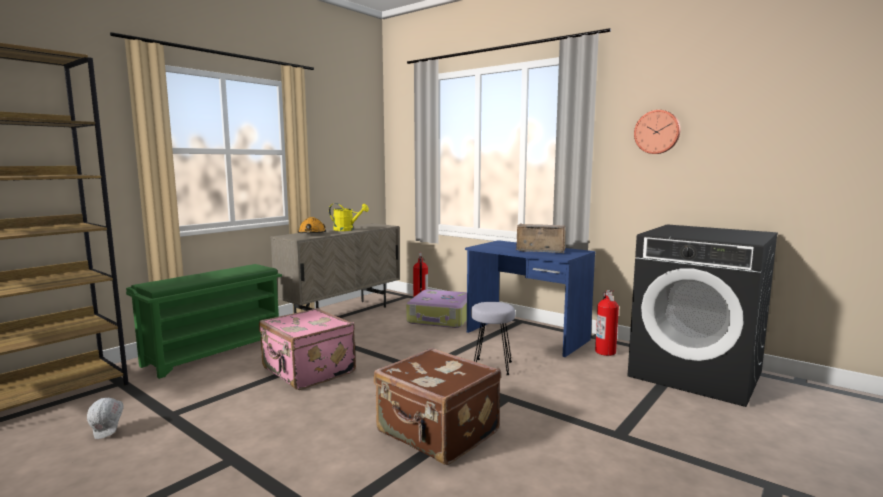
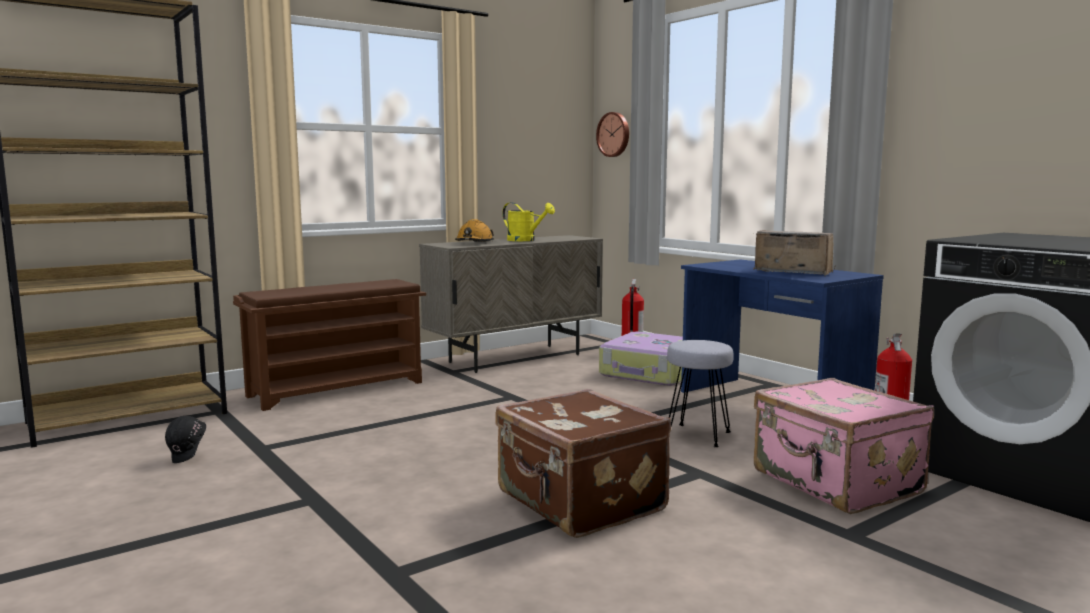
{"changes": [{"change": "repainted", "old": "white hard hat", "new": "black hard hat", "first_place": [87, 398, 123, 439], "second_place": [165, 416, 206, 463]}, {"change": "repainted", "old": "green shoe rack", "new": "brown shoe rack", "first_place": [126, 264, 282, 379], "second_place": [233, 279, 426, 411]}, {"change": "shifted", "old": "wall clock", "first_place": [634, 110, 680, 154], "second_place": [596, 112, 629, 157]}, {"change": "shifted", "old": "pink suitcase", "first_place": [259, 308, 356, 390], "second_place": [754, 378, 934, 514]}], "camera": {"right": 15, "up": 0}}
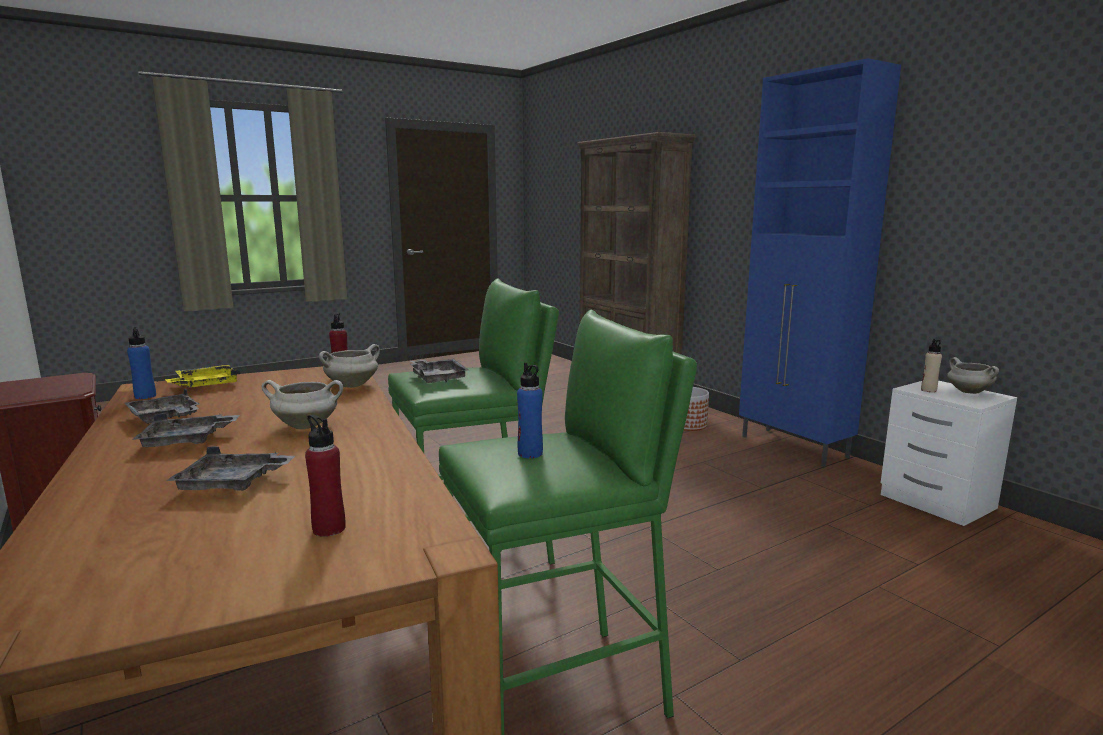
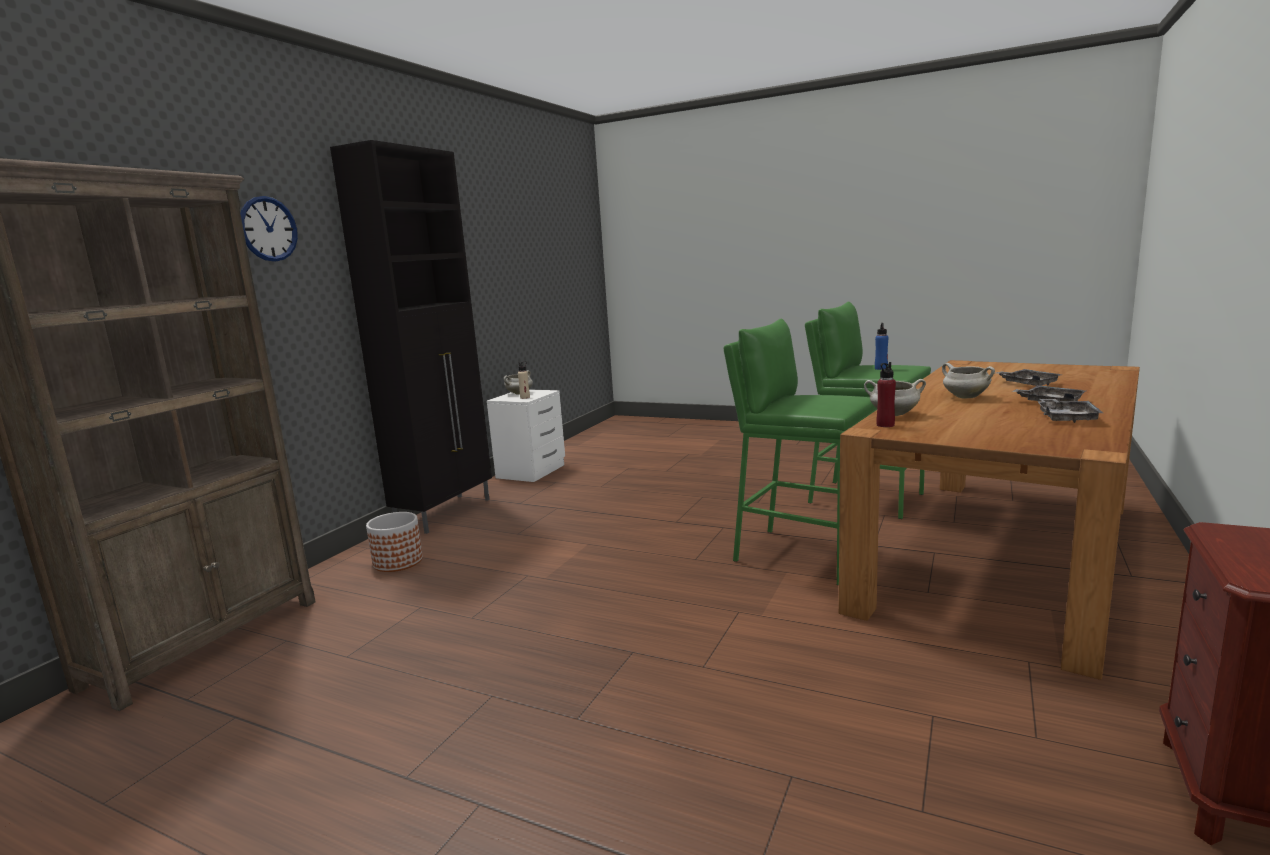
{"changes": [{"change": "new", "new": "wall clock", "second_place": [240, 196, 298, 262]}, {"change": "repainted", "old": "blue cabinet", "new": "black cabinet", "first_place": [739, 58, 901, 467], "second_place": [330, 140, 492, 534]}, {"change": "gone", "old": "blue bottle", "first_place": [127, 327, 156, 399]}, {"change": "gone", "old": "yellow tray", "first_place": [165, 365, 240, 387]}, {"change": "gone", "old": "red bottle", "first_place": [305, 415, 345, 537]}, {"change": "gone", "old": "grey tray", "first_place": [410, 359, 469, 383]}], "camera": {"right": -120, "up": 0}}
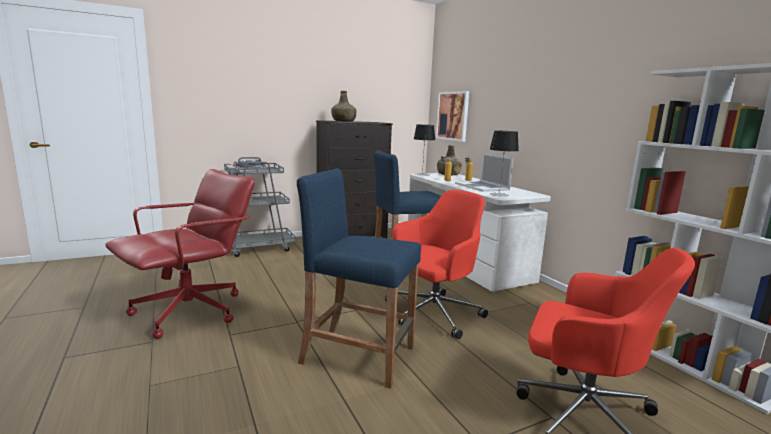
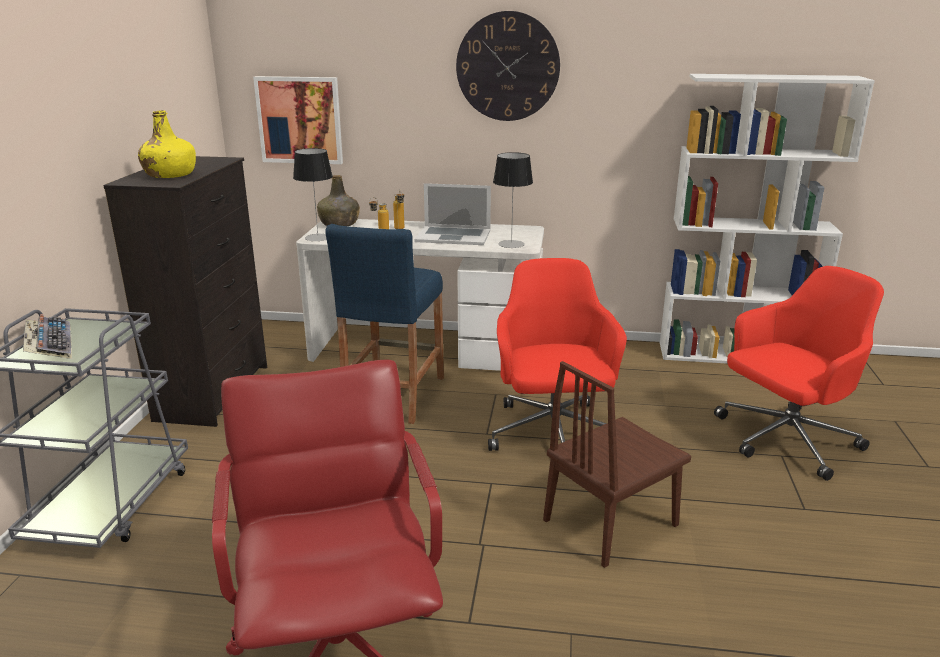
{"changes": [{"change": "repainted", "old": "green bottle", "new": "yellow bottle", "first_place": [331, 91, 356, 121], "second_place": [138, 110, 196, 178]}, {"change": "new", "new": "wall clock", "second_place": [456, 11, 560, 121]}, {"change": "swapped", "old": "blue stool", "new": "brown chair", "first_place": [297, 168, 421, 389], "second_place": [543, 361, 691, 568]}], "camera": {"right": -55, "up": 10}}
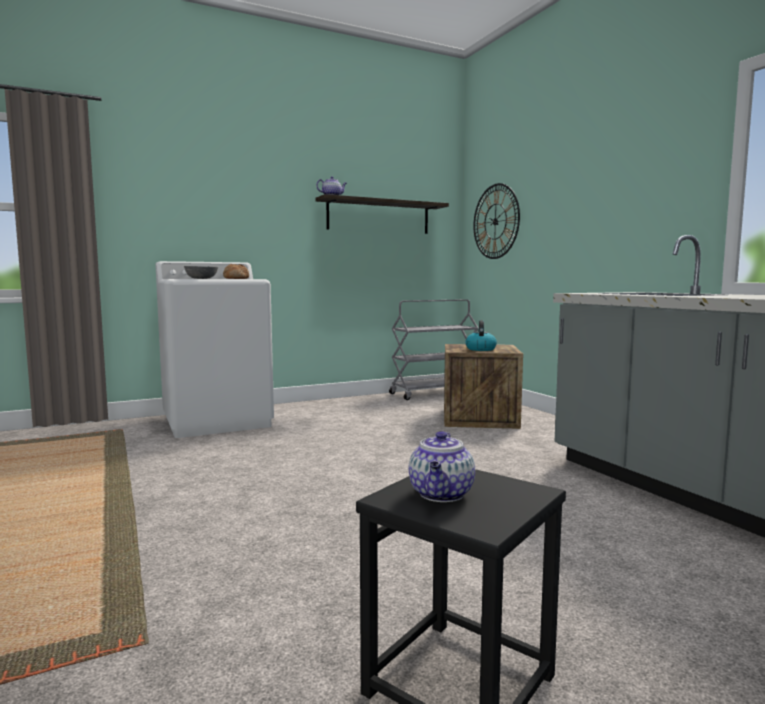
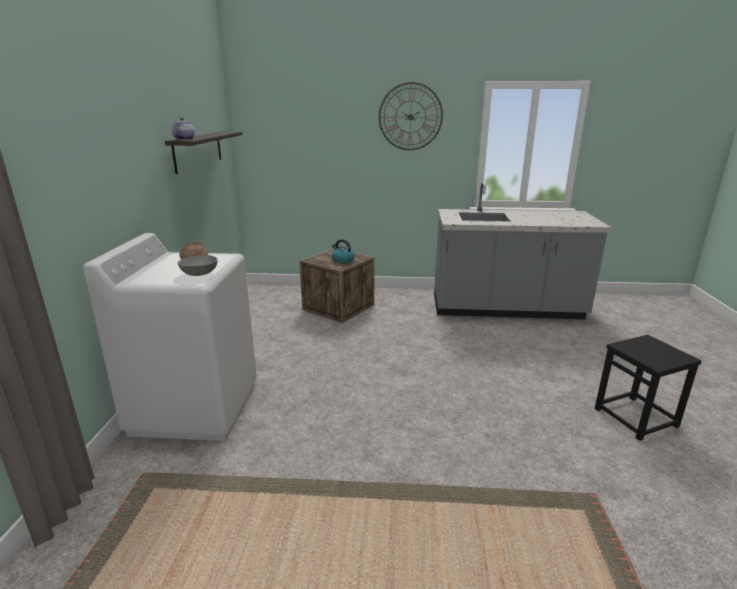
{"changes": [{"change": "shifted", "old": "wall clock", "first_place": [473, 183, 520, 259], "second_place": [379, 82, 443, 150]}, {"change": "gone", "old": "grey cart", "first_place": [389, 299, 479, 400]}, {"change": "gone", "old": "teapot", "first_place": [409, 431, 475, 502]}], "camera": {"right": -60, "up": 15}}
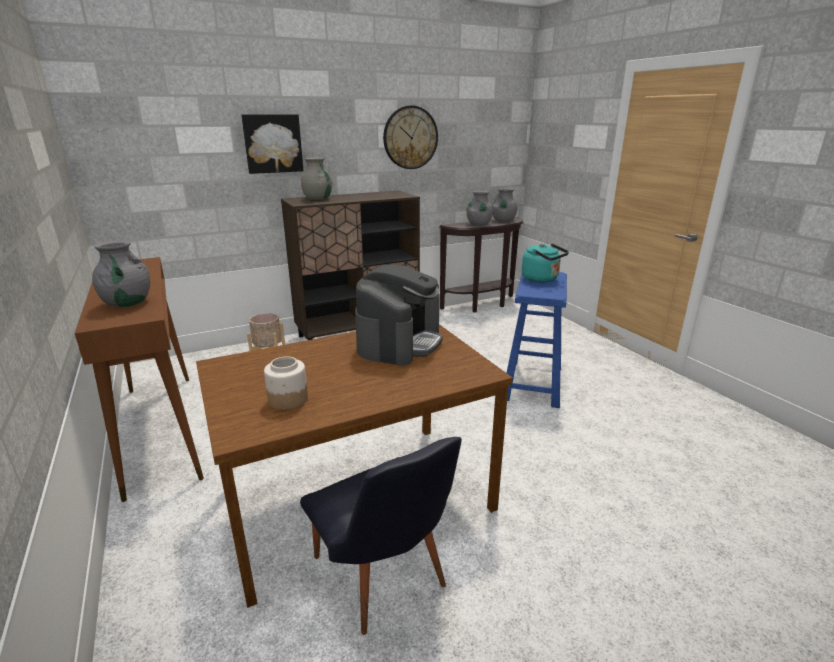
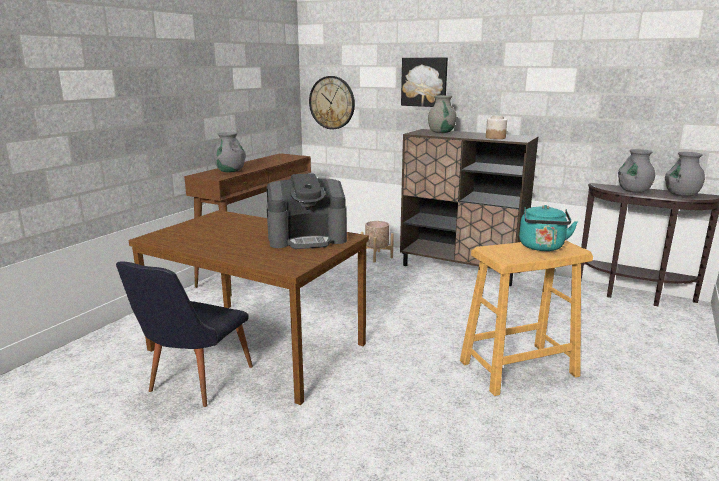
{"changes": [{"change": "shifted", "old": "wall clock", "first_place": [383, 105, 438, 169], "second_place": [309, 76, 355, 130]}, {"change": "repainted", "old": "blue stool", "new": "beige stool", "first_place": [507, 272, 567, 408], "second_place": [460, 240, 593, 396]}, {"change": "shifted", "old": "jar", "first_place": [264, 356, 308, 410], "second_place": [486, 116, 507, 139]}], "camera": {"right": 55, "up": -5}}
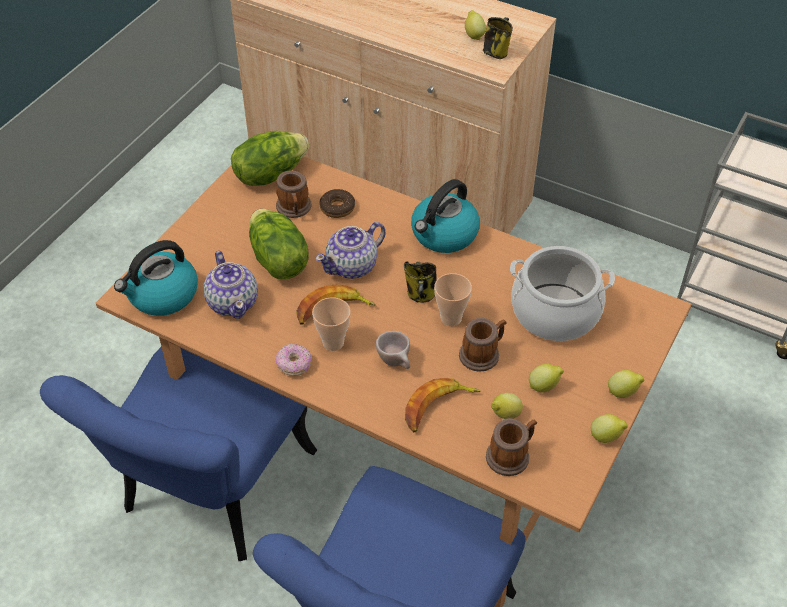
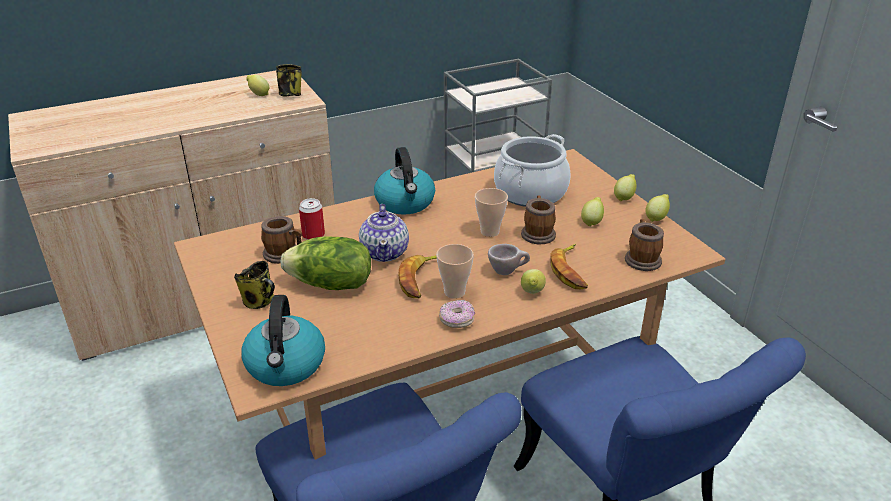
{"changes": [{"change": "shifted", "old": "mug", "first_place": [404, 261, 436, 303], "second_place": [234, 261, 275, 309]}, {"change": "swapped", "old": "donut", "new": "can", "first_place": [319, 189, 355, 218], "second_place": [299, 198, 325, 240]}, {"change": "shifted", "old": "lemon", "first_place": [491, 393, 523, 419], "second_place": [521, 269, 546, 294]}, {"change": "gone", "old": "teapot", "first_place": [203, 251, 258, 319]}, {"change": "gone", "old": "lettuce", "first_place": [231, 131, 309, 186]}], "camera": {"right": -55, "up": -15}}
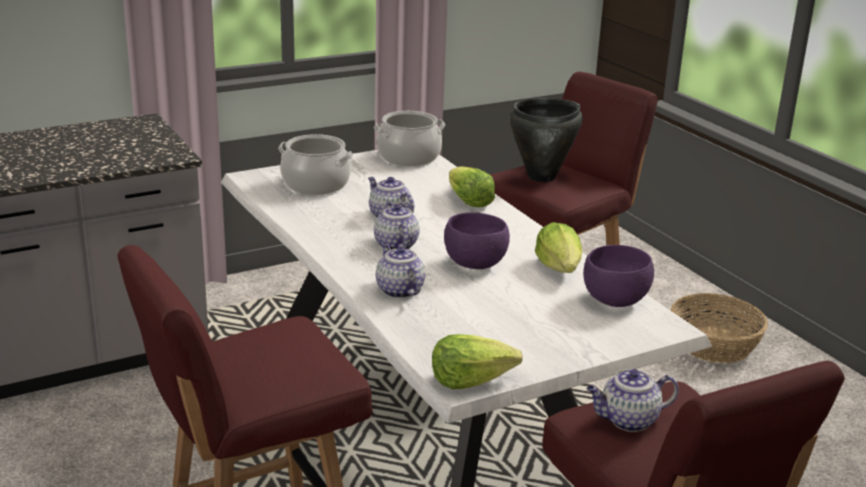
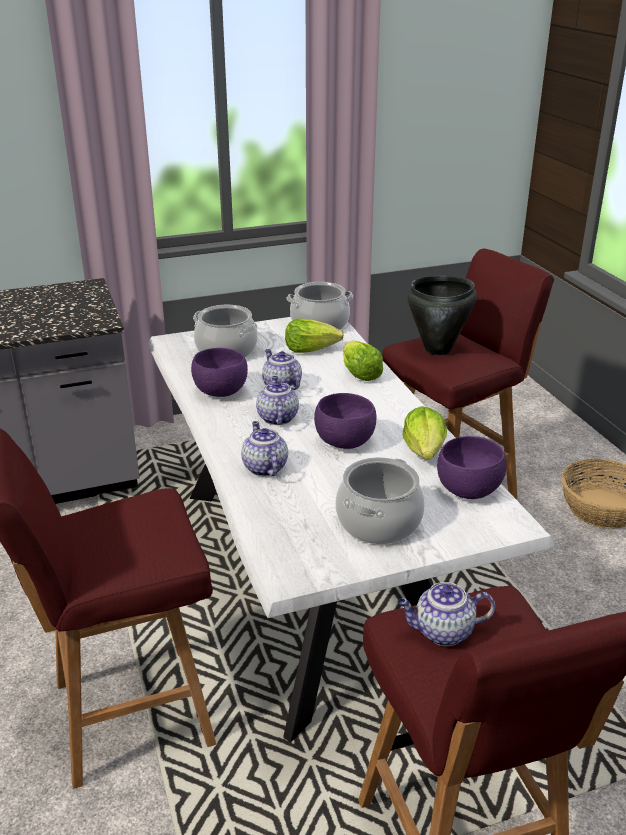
{"changes": [{"change": "new", "new": "purple bowl", "second_place": [191, 348, 248, 397]}, {"change": "shifted", "old": "lettuce", "first_place": [432, 334, 523, 389], "second_place": [285, 319, 344, 353]}, {"change": "new", "new": "cooking pot", "second_place": [336, 457, 425, 544]}], "camera": {"right": 10, "up": 5}}
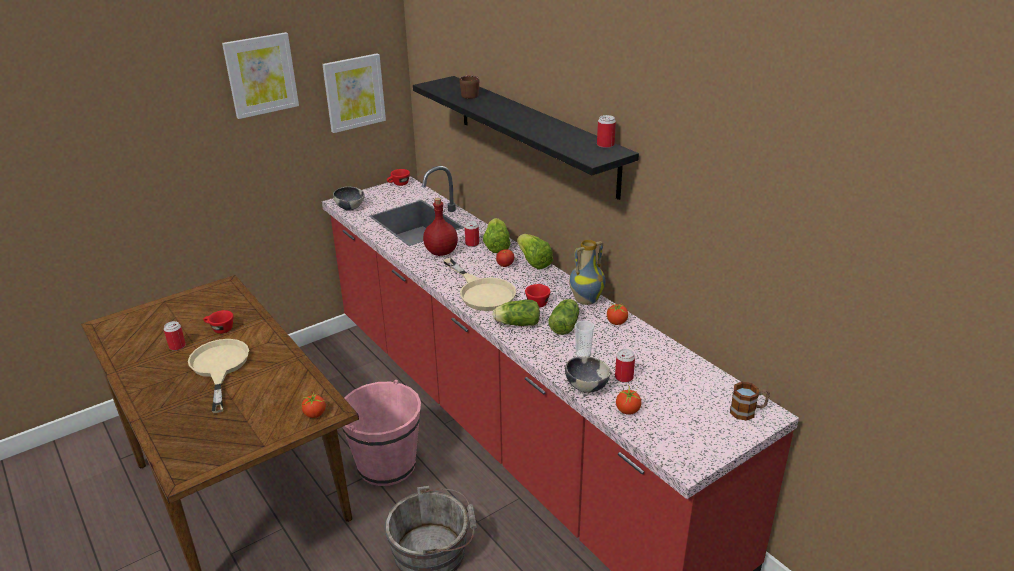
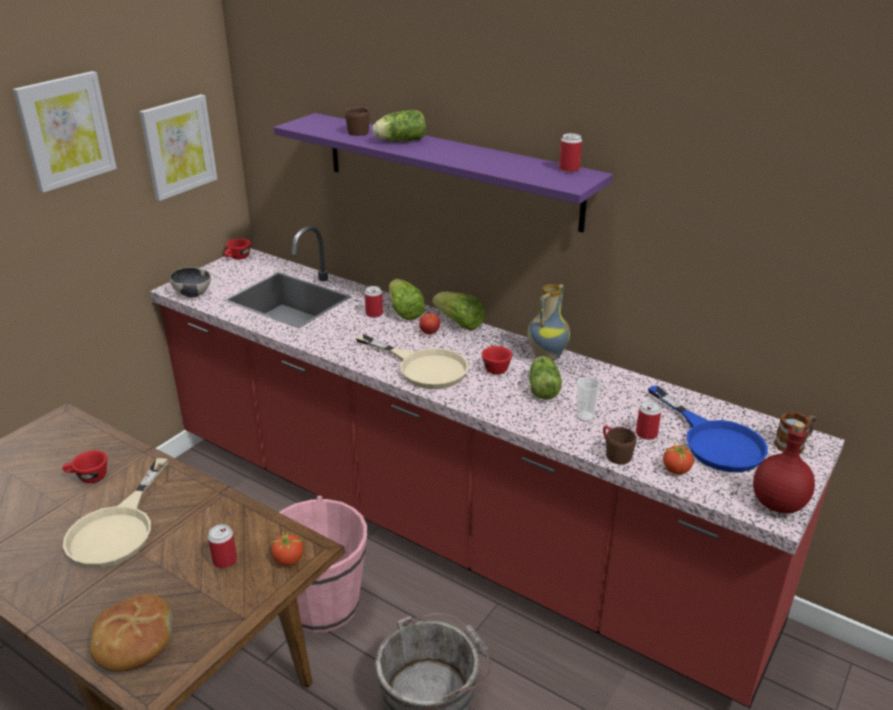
{"changes": [{"change": "rotated", "old": "beige frying pan", "first_place": [188, 339, 249, 413], "second_place": [63, 458, 168, 568], "degrees": -135}, {"change": "new", "new": "bread", "second_place": [90, 595, 173, 672]}, {"change": "shifted", "old": "can", "first_place": [164, 321, 186, 351], "second_place": [208, 524, 237, 568]}, {"change": "repainted", "old": "black shelf", "new": "purple shelf", "first_place": [413, 76, 639, 200], "second_place": [274, 113, 613, 233]}, {"change": "shifted", "old": "lettuce", "first_place": [492, 300, 540, 326], "second_place": [372, 110, 426, 141]}, {"change": "swapped", "old": "bowl", "new": "brown mug", "first_place": [565, 356, 610, 393], "second_place": [603, 426, 637, 464]}, {"change": "new", "new": "blue frying pan", "second_place": [648, 385, 768, 472]}, {"change": "shifted", "old": "red bottle", "first_place": [423, 198, 458, 256], "second_place": [753, 421, 815, 514]}, {"change": "gone", "old": "tomato", "first_place": [607, 302, 628, 325]}], "camera": {"right": -20, "up": 0}}
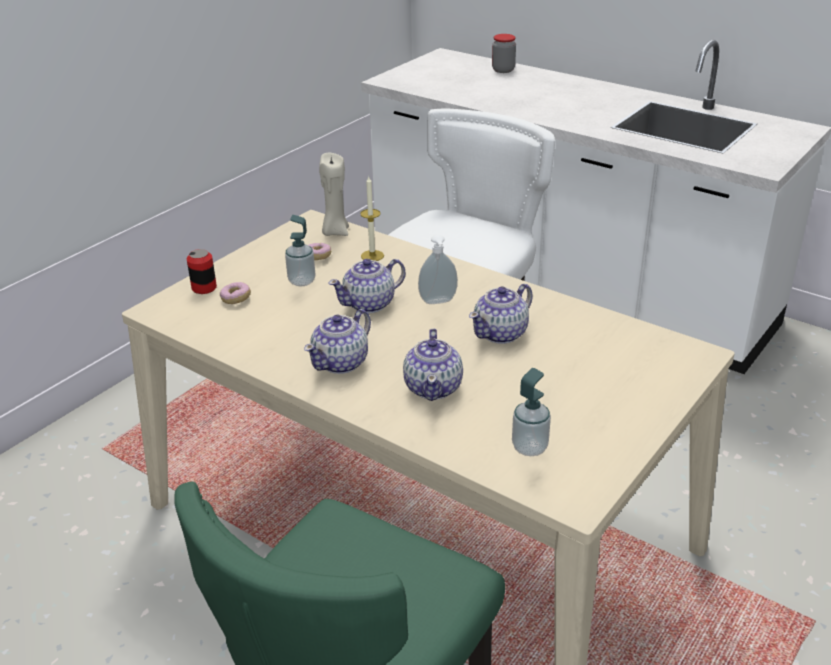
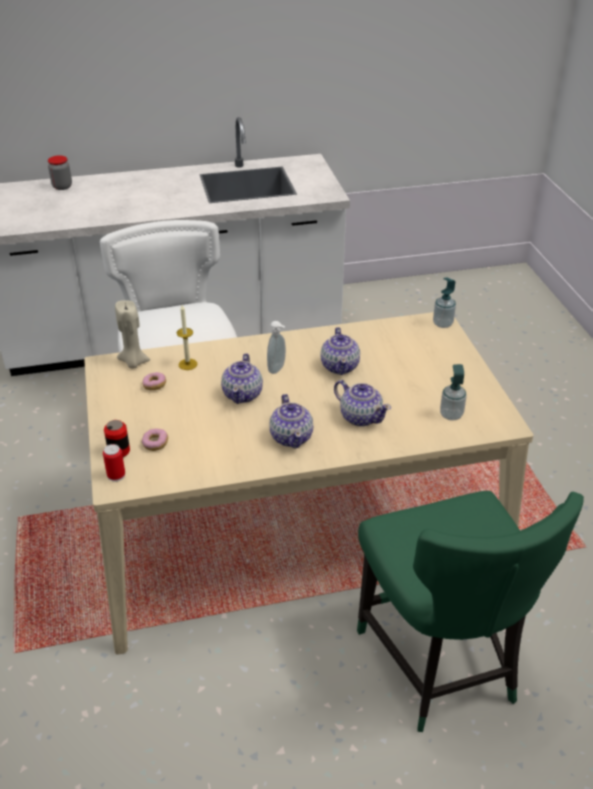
{"changes": [{"change": "new", "new": "can", "second_place": [103, 444, 125, 482]}, {"change": "shifted", "old": "soap dispenser", "first_place": [285, 215, 316, 286], "second_place": [433, 278, 456, 328]}], "camera": {"right": -50, "up": 5}}
